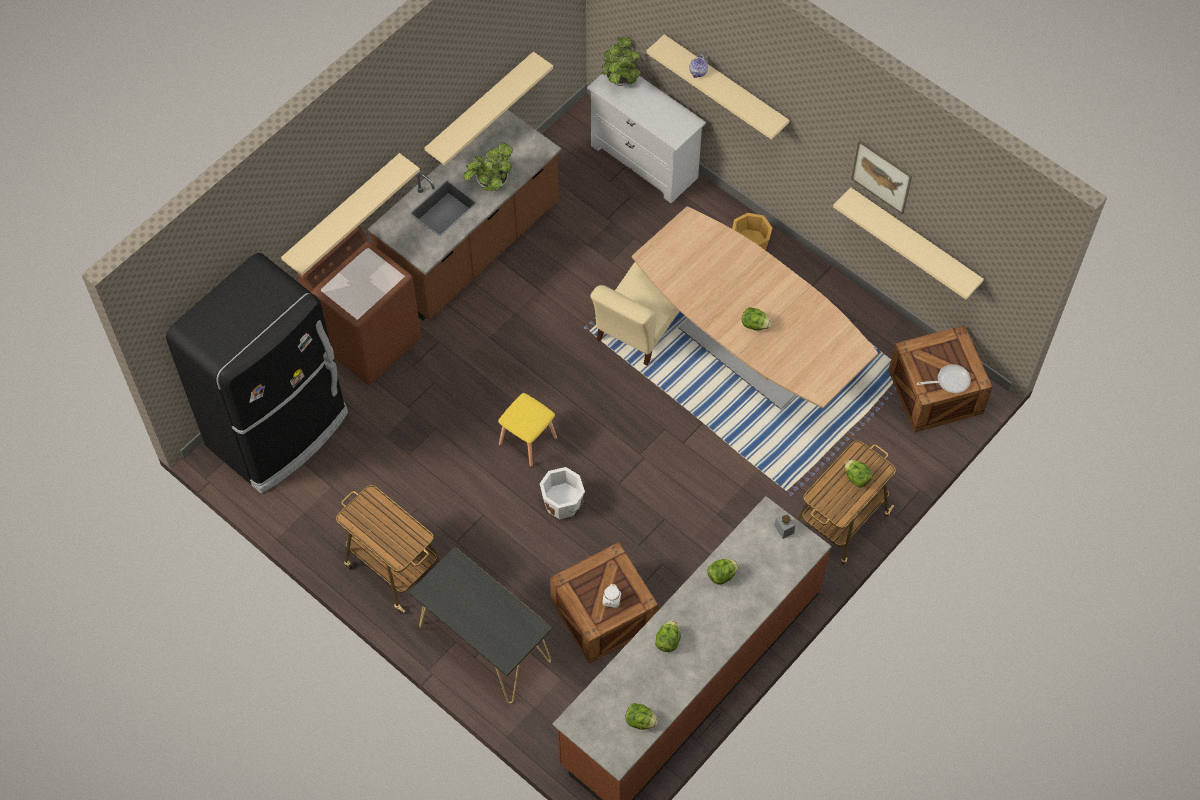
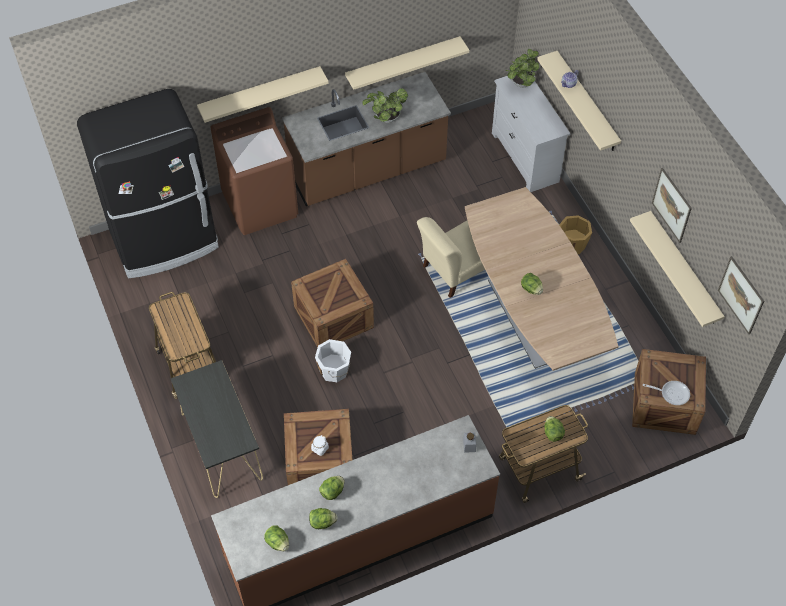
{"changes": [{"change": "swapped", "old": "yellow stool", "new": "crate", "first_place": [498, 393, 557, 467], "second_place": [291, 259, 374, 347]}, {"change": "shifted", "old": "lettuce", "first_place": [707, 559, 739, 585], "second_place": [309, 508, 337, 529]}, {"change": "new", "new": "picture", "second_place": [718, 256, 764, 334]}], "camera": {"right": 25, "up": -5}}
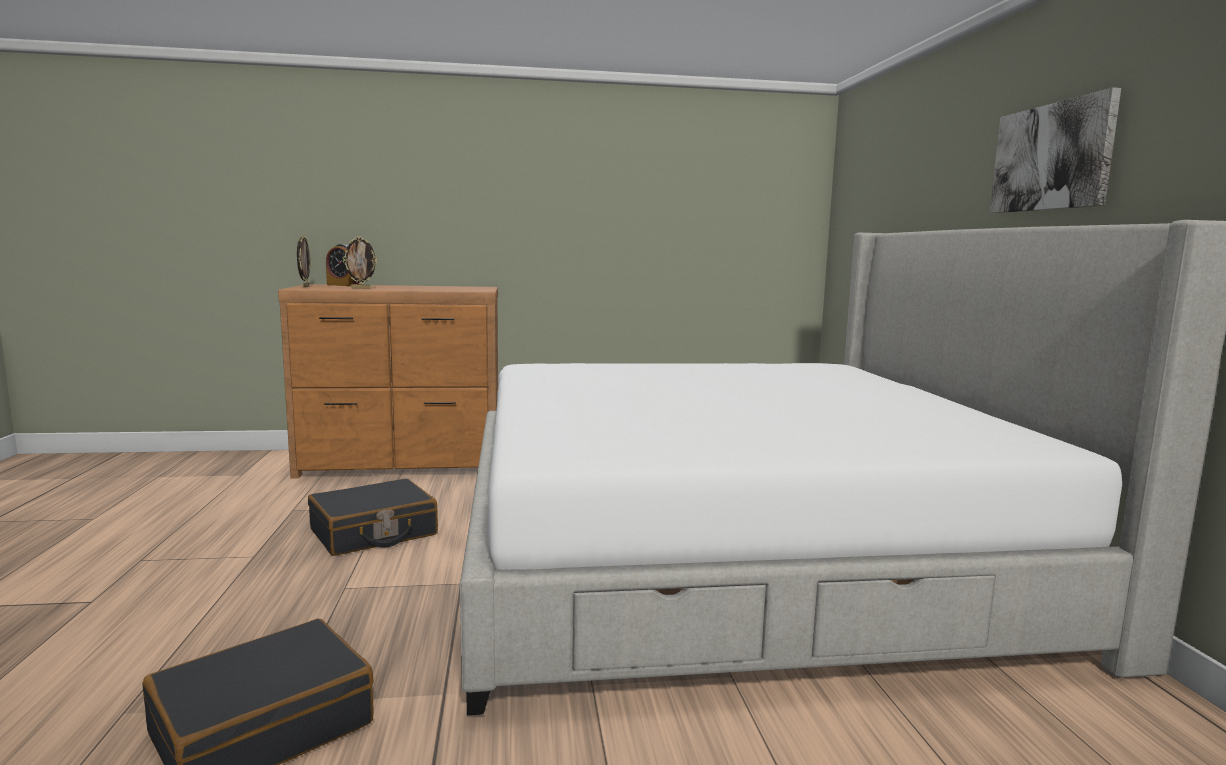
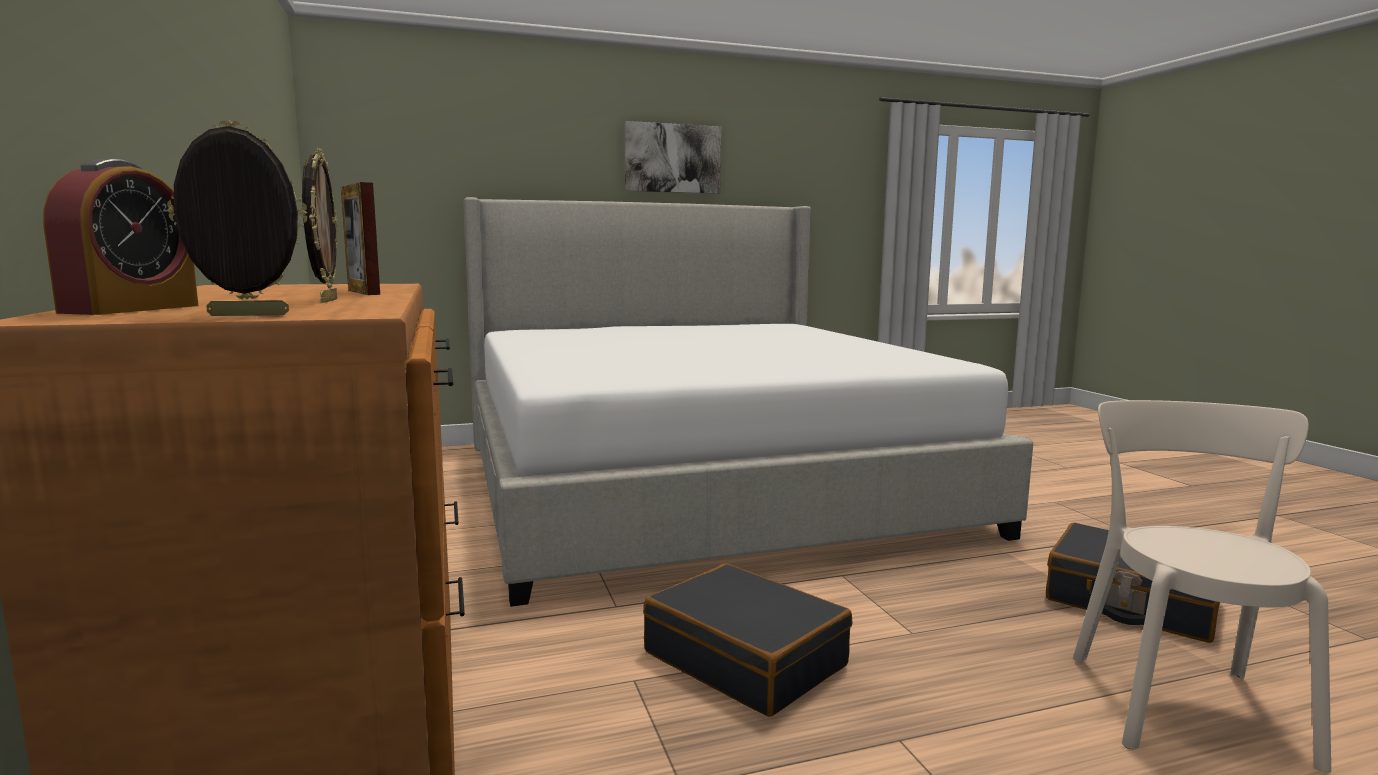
{"changes": [{"change": "new", "new": "picture frame", "second_place": [341, 182, 380, 295]}, {"change": "new", "new": "beige chair", "second_place": [1073, 400, 1331, 773]}], "camera": {"right": -100, "up": 0}}
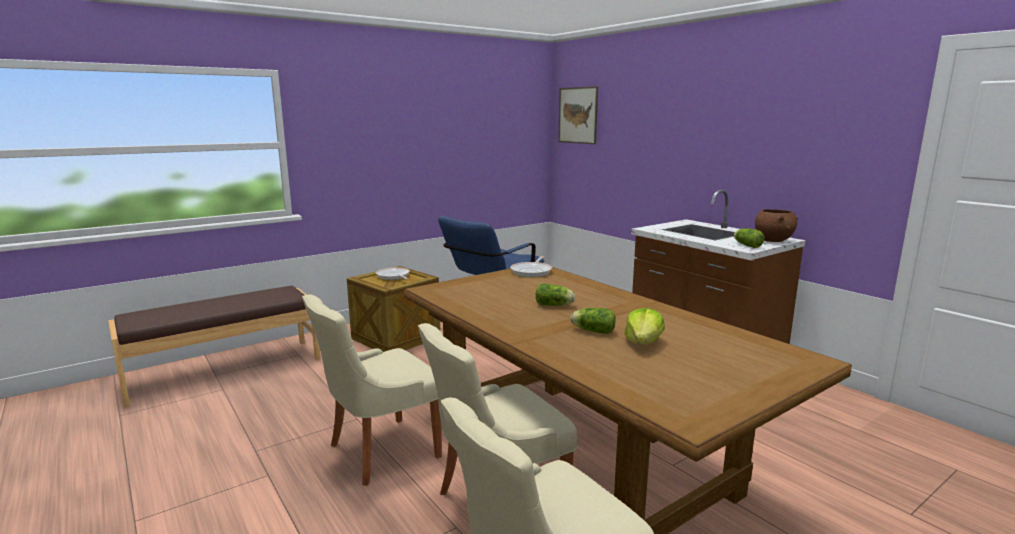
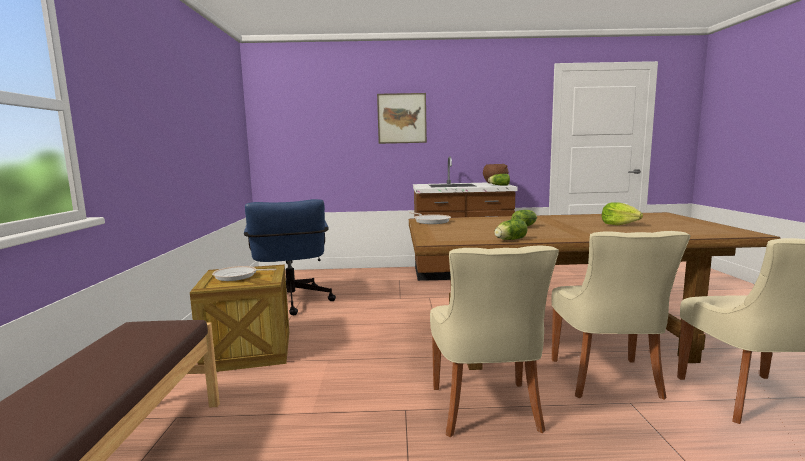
{"changes": [{"change": "shifted", "old": "picture", "first_place": [558, 86, 598, 144], "second_place": [377, 93, 427, 144]}, {"change": "shifted", "old": "lettuce", "first_place": [571, 308, 616, 334], "second_place": [494, 219, 528, 240]}], "camera": {"right": -55, "up": -5}}
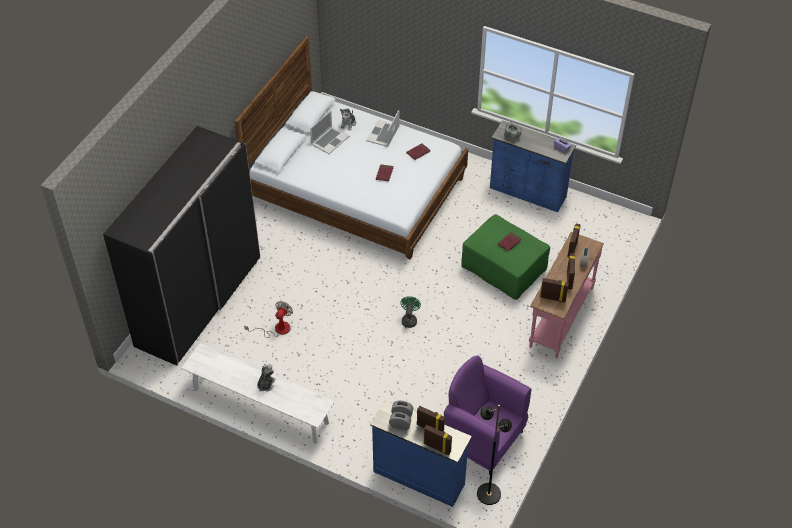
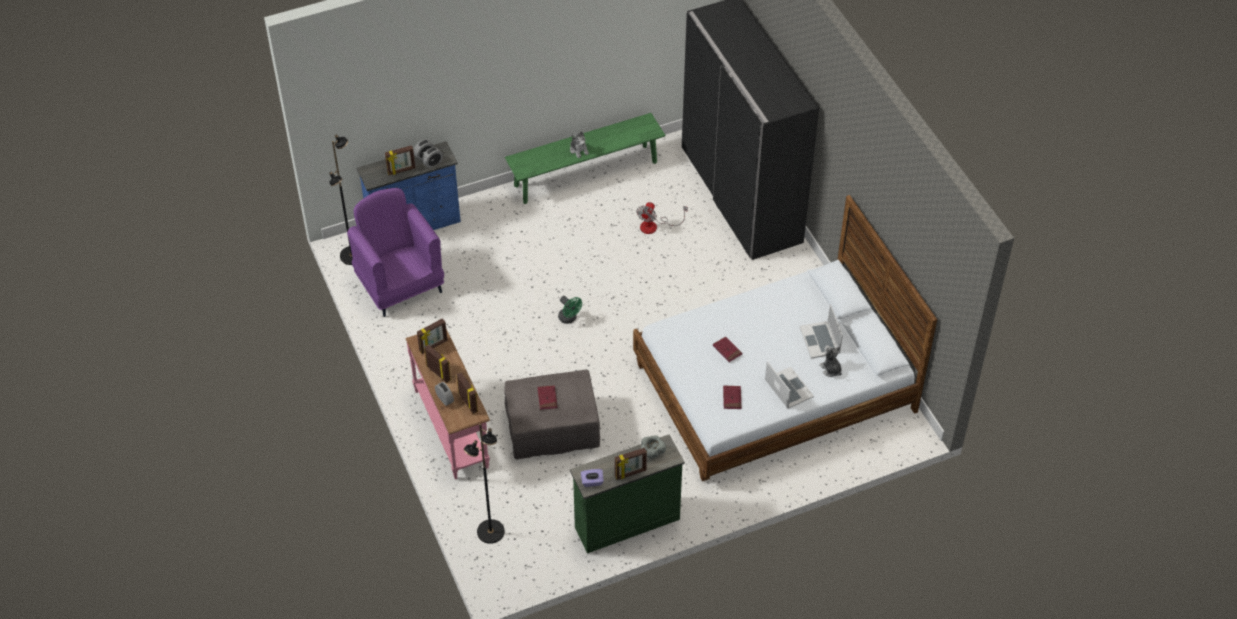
{"changes": [{"change": "rotated", "old": "purple armchair", "first_place": [444, 355, 531, 475], "second_place": [347, 188, 444, 317], "degrees": -105}, {"change": "new", "new": "black floor lamp", "second_place": [464, 424, 505, 544]}, {"change": "repainted", "old": "green ottoman", "new": "grey ottoman", "first_place": [461, 214, 550, 300], "second_place": [504, 369, 600, 459]}, {"change": "repainted", "old": "white bench", "new": "green bench", "first_place": [181, 343, 335, 444], "second_place": [505, 113, 665, 204]}, {"change": "repainted", "old": "blue dresser", "new": "green dresser", "first_place": [490, 120, 576, 213], "second_place": [570, 435, 685, 553]}, {"change": "shifted", "old": "picture frame", "first_place": [424, 425, 452, 455], "second_place": [615, 448, 647, 480]}, {"change": "rotated", "old": "fan", "first_place": [244, 301, 293, 338], "second_place": [636, 202, 688, 234], "degrees": 45}], "camera": {"right": 130, "up": 0}}
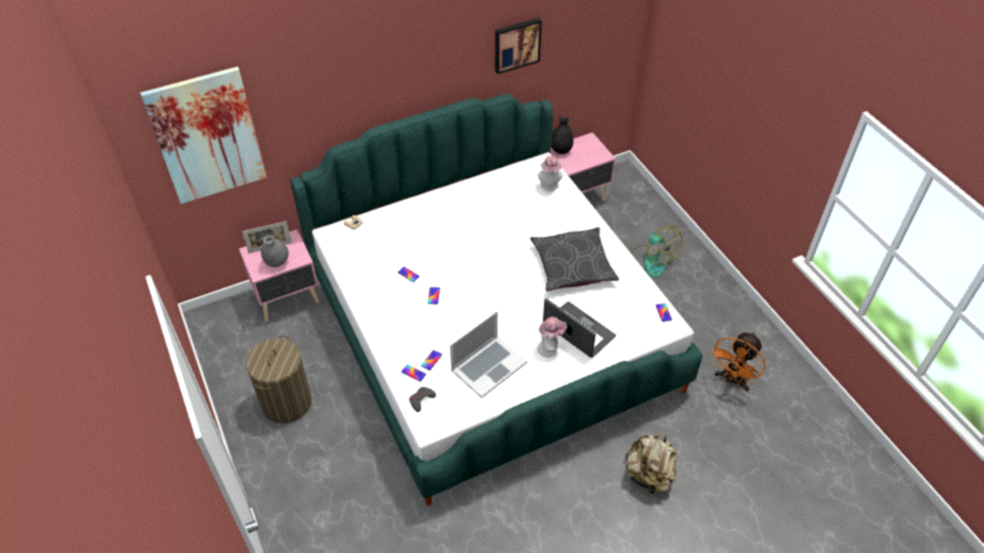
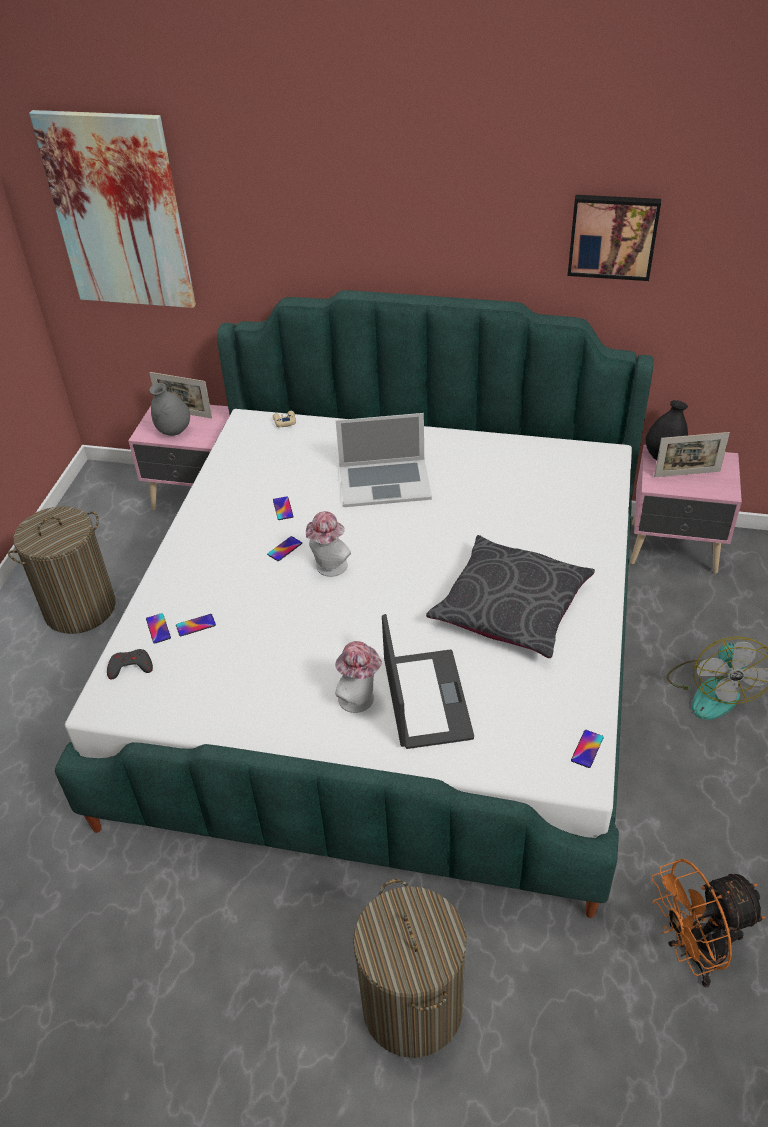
{"changes": [{"change": "shifted", "old": "hat", "first_place": [538, 155, 563, 191], "second_place": [306, 511, 351, 577]}, {"change": "shifted", "old": "laptop", "first_place": [450, 311, 527, 398], "second_place": [336, 413, 432, 507]}, {"change": "swapped", "old": "beige backpack", "new": "laundry basket", "first_place": [625, 433, 676, 494], "second_place": [353, 879, 467, 1058]}, {"change": "new", "new": "picture frame", "second_place": [654, 432, 730, 477]}], "camera": {"right": 40, "up": -5}}
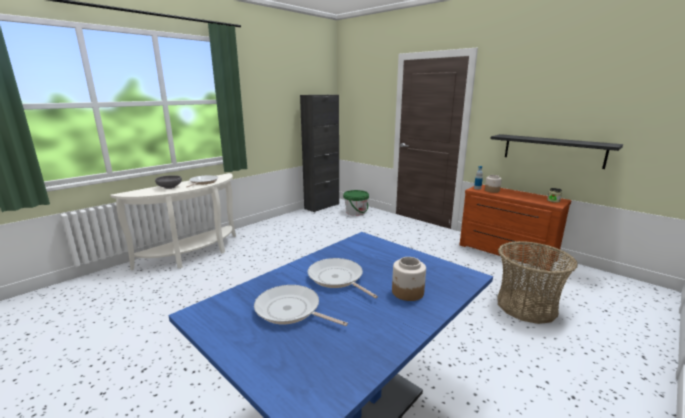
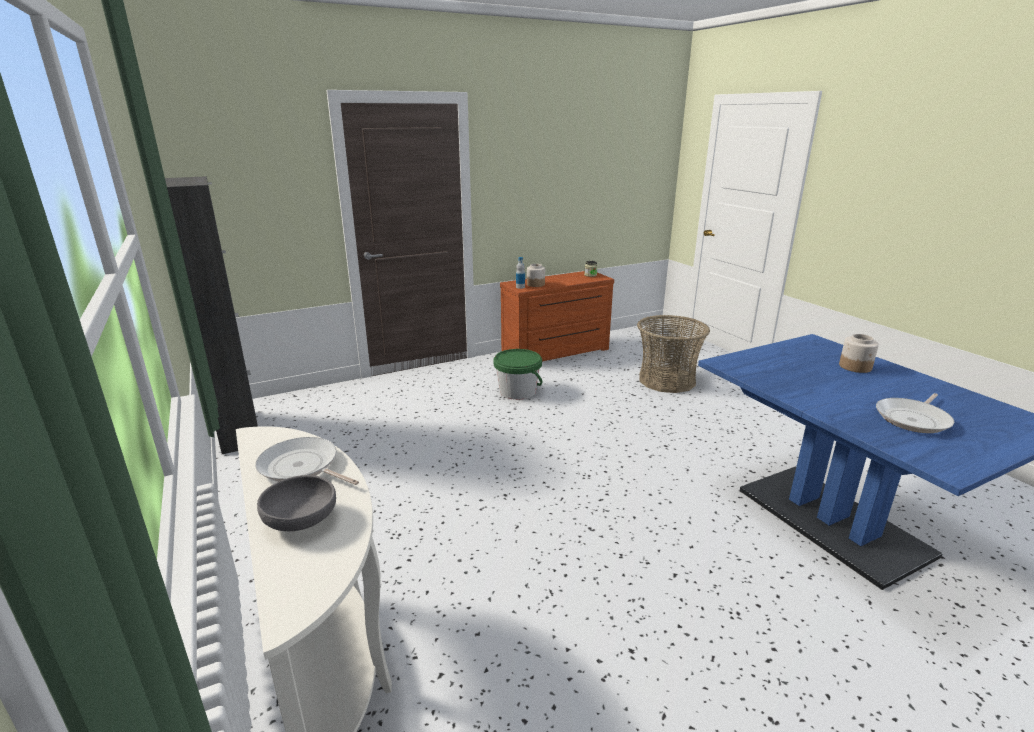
{"changes": [{"change": "shifted", "old": "green bucket", "first_place": [343, 190, 369, 216], "second_place": [493, 349, 543, 400]}, {"change": "gone", "old": "frying pan", "first_place": [308, 258, 378, 299]}, {"change": "gone", "old": "black shelf", "first_place": [490, 134, 623, 169]}], "camera": {"right": -70, "up": 5}}
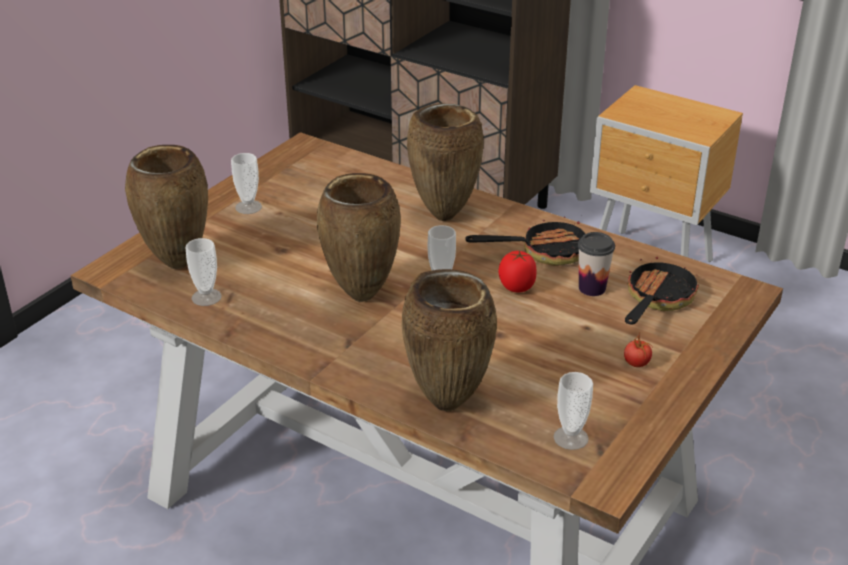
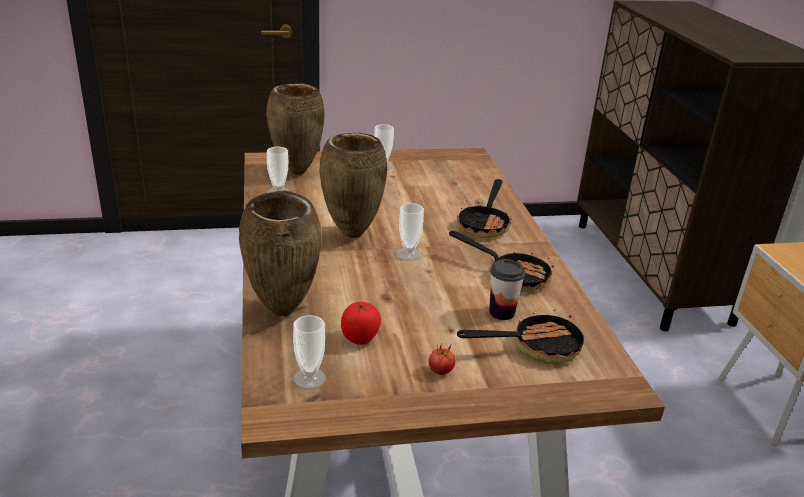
{"changes": [{"change": "shifted", "old": "tomato", "first_place": [499, 251, 537, 292], "second_place": [341, 302, 381, 345]}, {"change": "swapped", "old": "brown vase", "new": "frying pan", "first_place": [407, 103, 483, 221], "second_place": [457, 179, 512, 238]}], "camera": {"right": 45, "up": -5}}
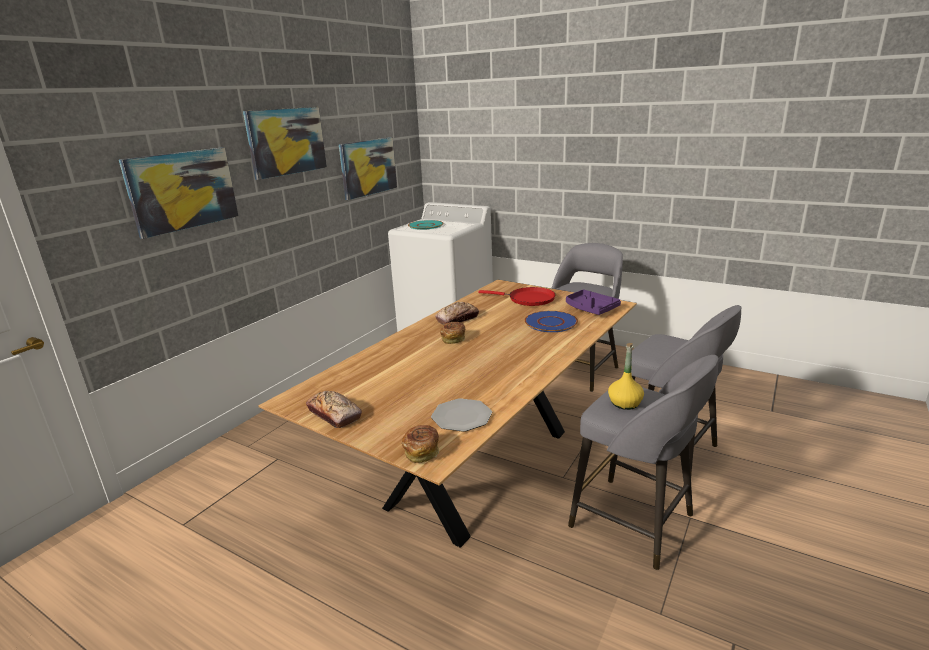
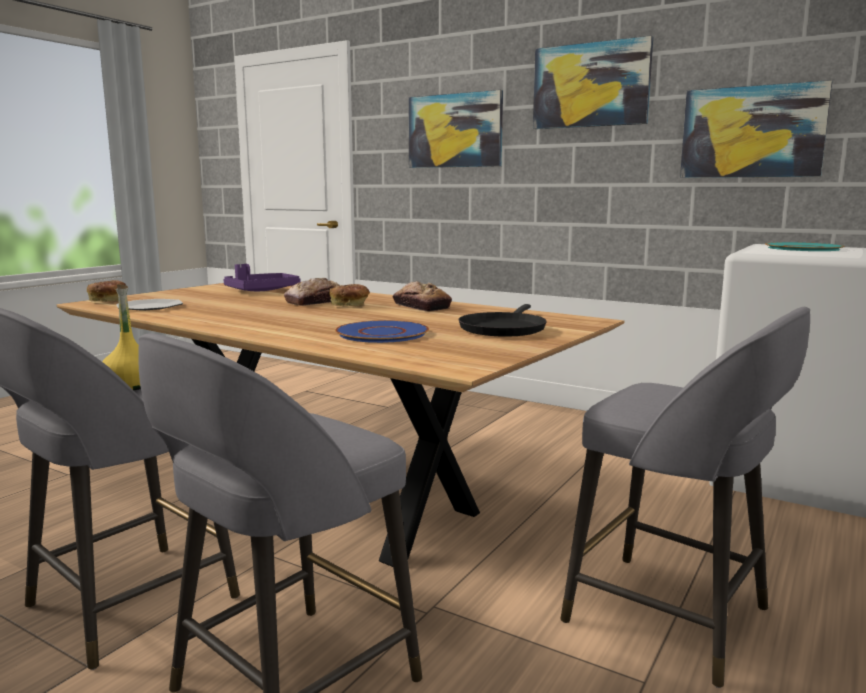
{"changes": [{"change": "shifted", "old": "purple tray", "first_place": [566, 290, 621, 315], "second_place": [223, 264, 301, 291]}, {"change": "shifted", "old": "bread", "first_place": [306, 391, 362, 428], "second_place": [284, 278, 341, 306]}, {"change": "repainted", "old": "red frying pan", "new": "black frying pan", "first_place": [478, 287, 555, 306], "second_place": [458, 304, 547, 337]}], "camera": {"right": 90, "up": -10}}
